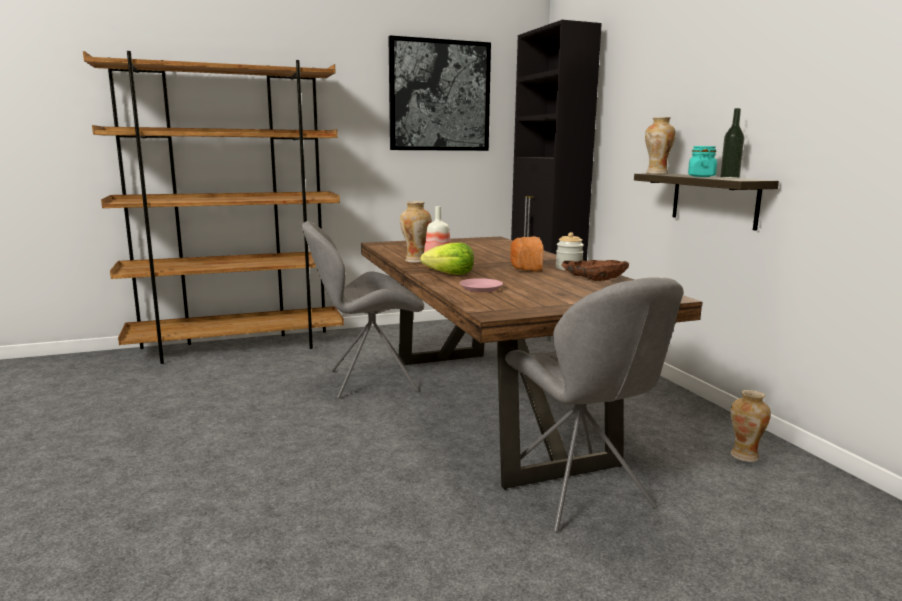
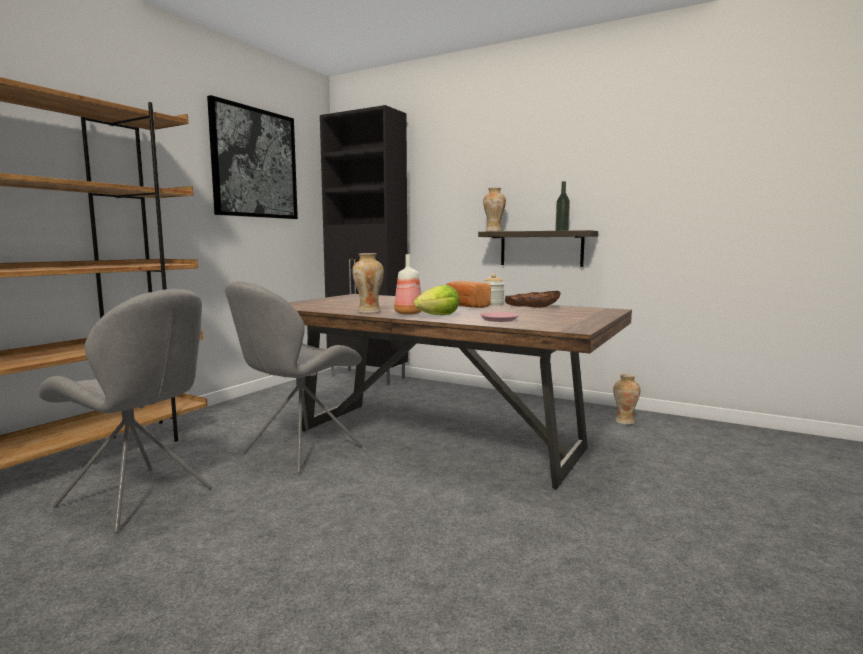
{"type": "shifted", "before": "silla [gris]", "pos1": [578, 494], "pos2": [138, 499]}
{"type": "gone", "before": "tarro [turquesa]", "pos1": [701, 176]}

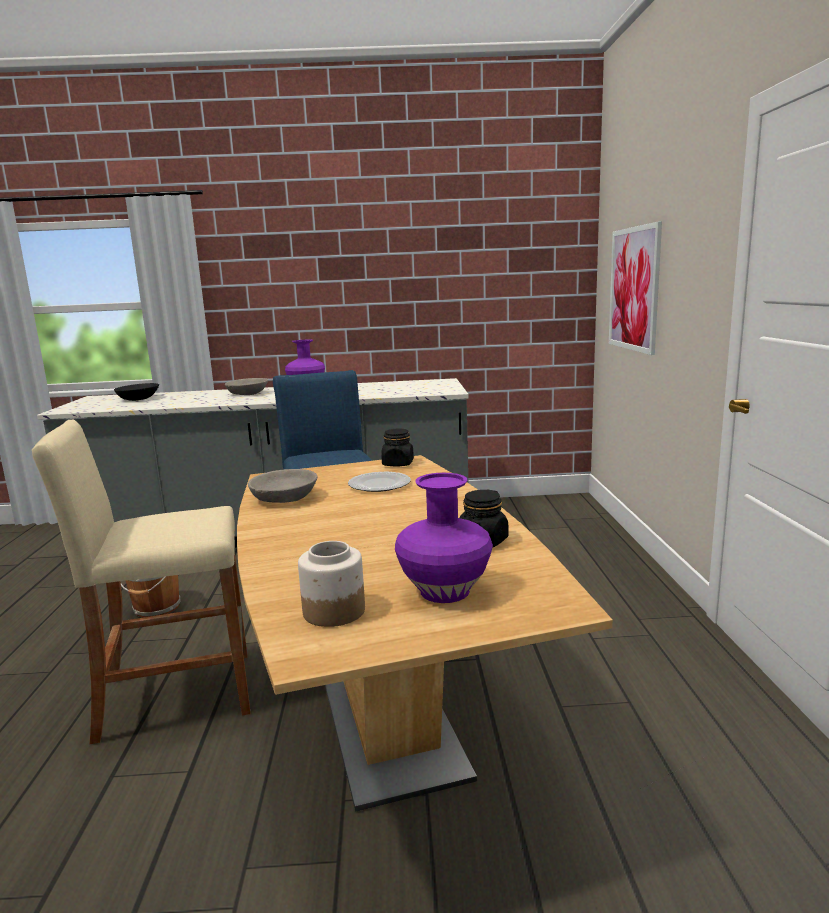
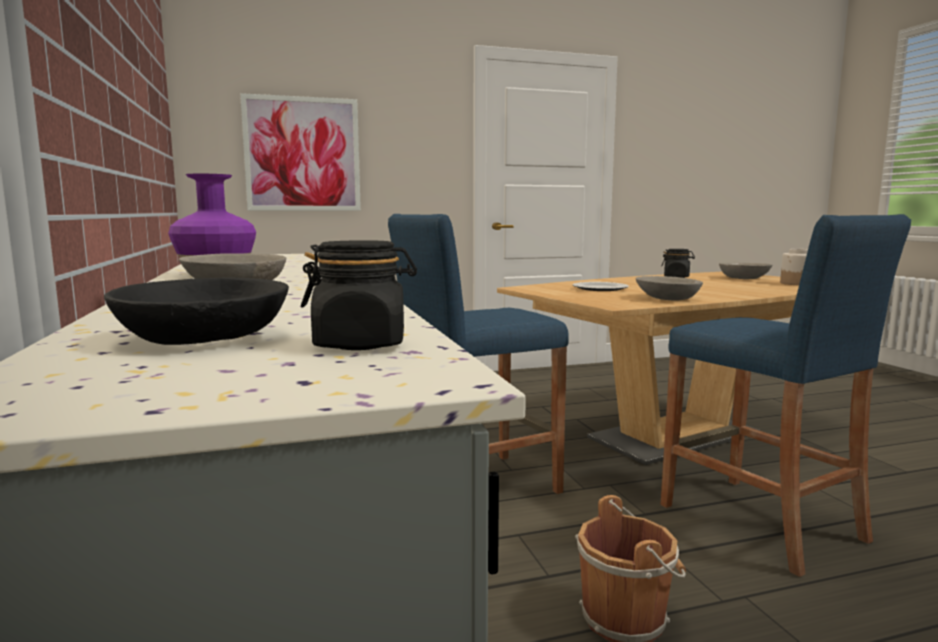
{"type": "repainted", "before": "taburete [beis]", "after": "taburete [azul]", "pos1": [177, 695], "pos2": [759, 522]}
{"type": "shifted", "before": "tarro [negro]", "pos1": [398, 464], "pos2": [361, 344]}
{"type": "swapped", "before": "florero [morado]", "after": "cuenco [gris]", "pos1": [444, 590], "pos2": [744, 278]}

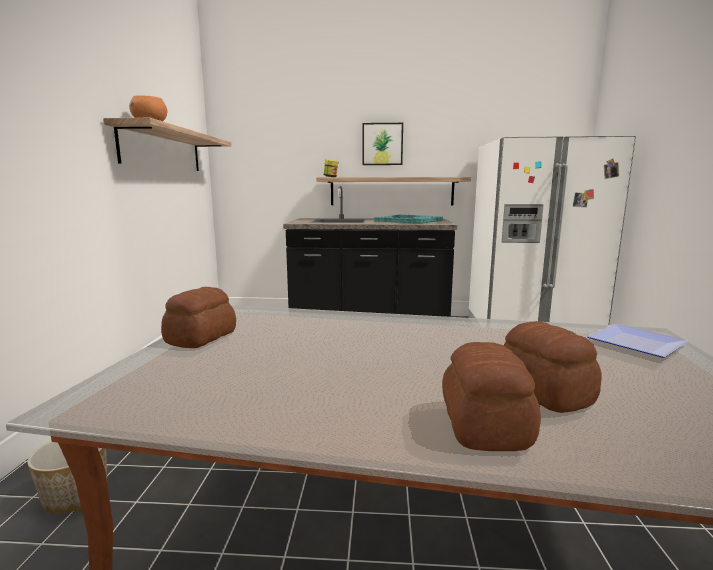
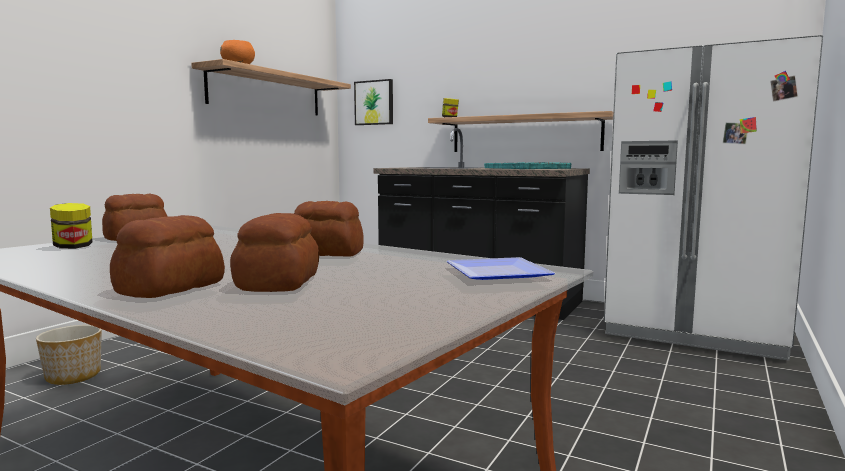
{"type": "shifted", "before": "cuadro", "pos1": [382, 144], "pos2": [374, 102]}
{"type": "new", "after": "tarro", "pos2": [73, 247]}
{"type": "new", "after": "pan", "pos2": [328, 253]}

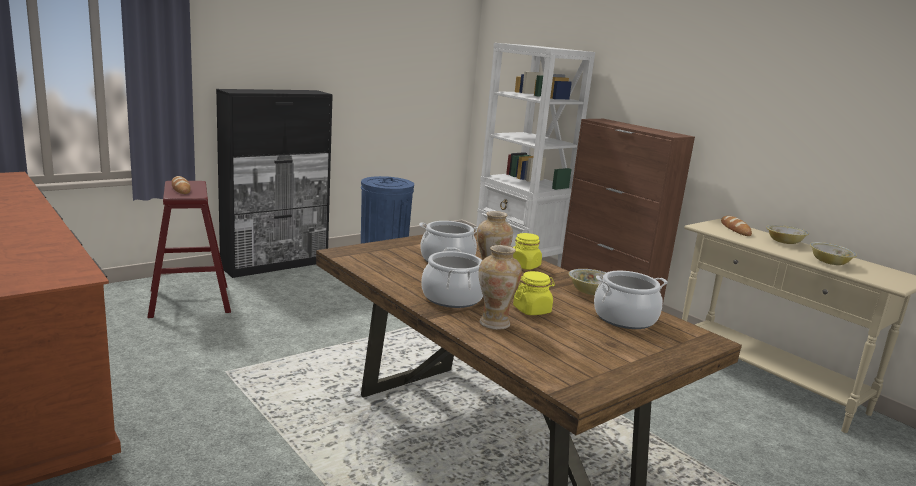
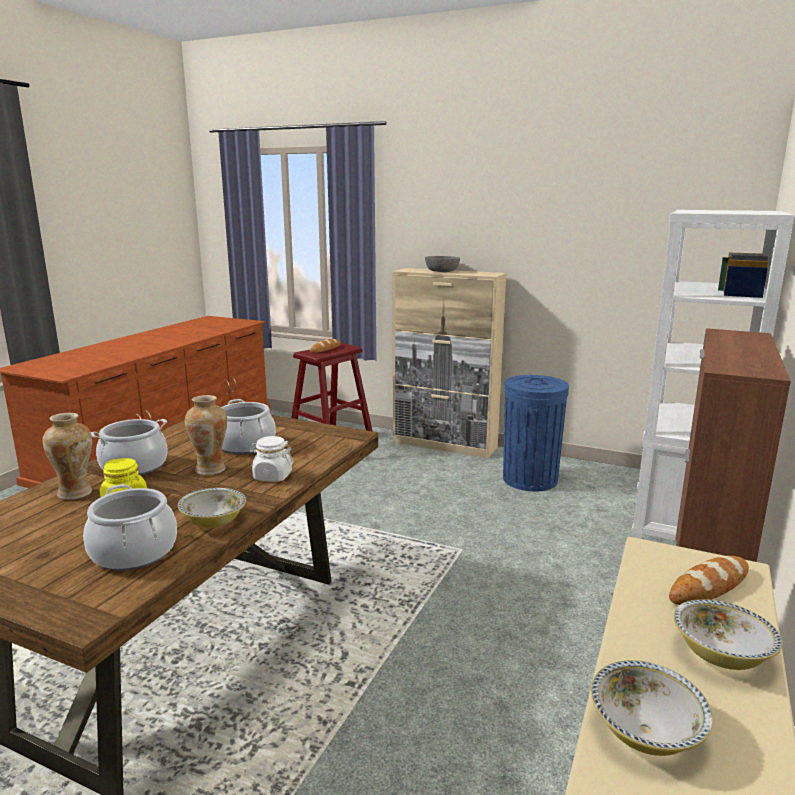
{"type": "repainted", "before": "armario [negro]", "after": "armario [beis]", "pos1": [276, 264], "pos2": [445, 444]}
{"type": "repainted", "before": "tarro [amarillo]", "after": "tarro [blanco]", "pos1": [524, 266], "pos2": [272, 476]}
{"type": "new", "after": "cuenco [gris]", "pos2": [442, 271]}

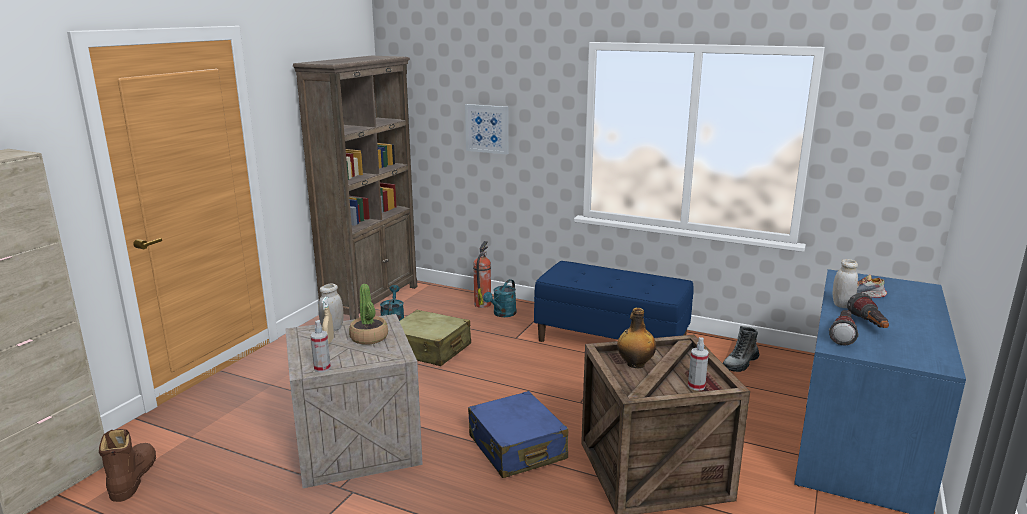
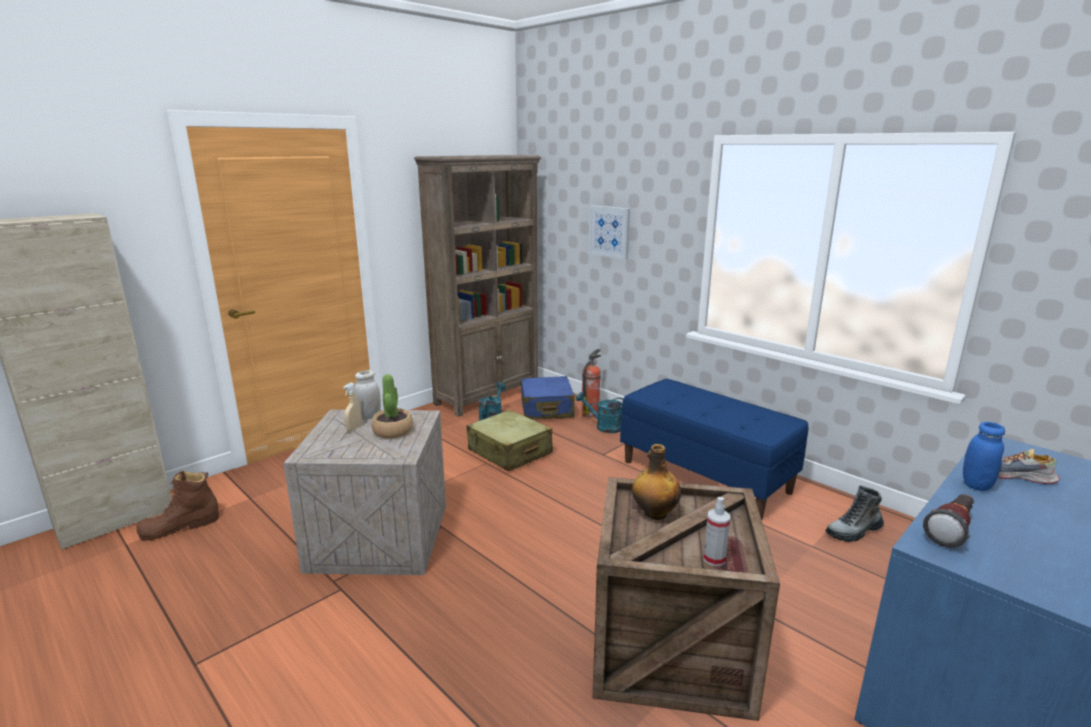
{"type": "rotated", "before": "bota [marrón]", "pos1": [133, 477], "pos2": [180, 527], "turn": -135}
{"type": "gone", "before": "pulverizador", "pos1": [322, 368]}
{"type": "shifted", "before": "maleta [azul]", "pos1": [517, 448], "pos2": [546, 409]}
{"type": "rotated", "before": "regadera [turquesa]", "pos1": [502, 314], "pos2": [604, 427], "turn": 60}
{"type": "repainted", "before": "tarro [blanco]", "after": "tarro [azul]", "pos1": [842, 305], "pos2": [976, 485]}
{"type": "gone", "before": "linterna", "pos1": [869, 325]}

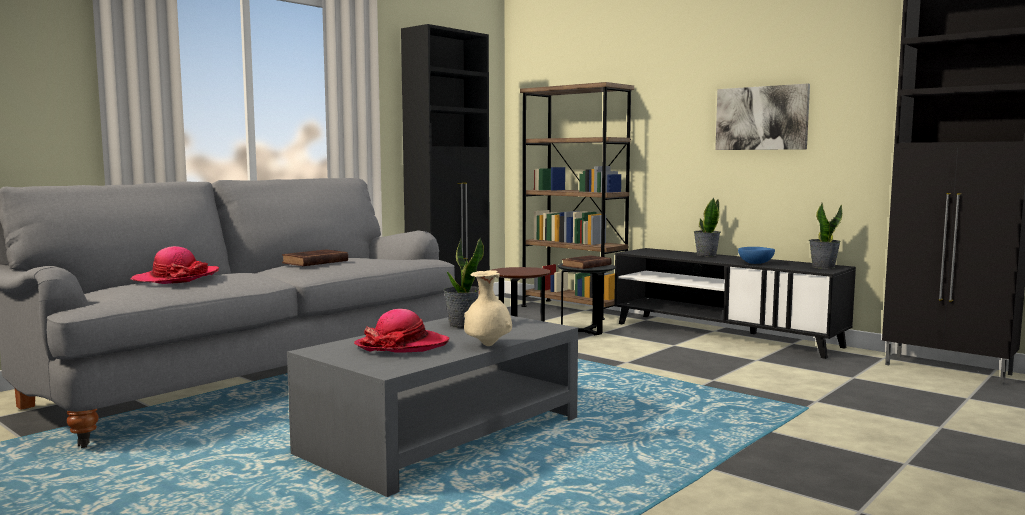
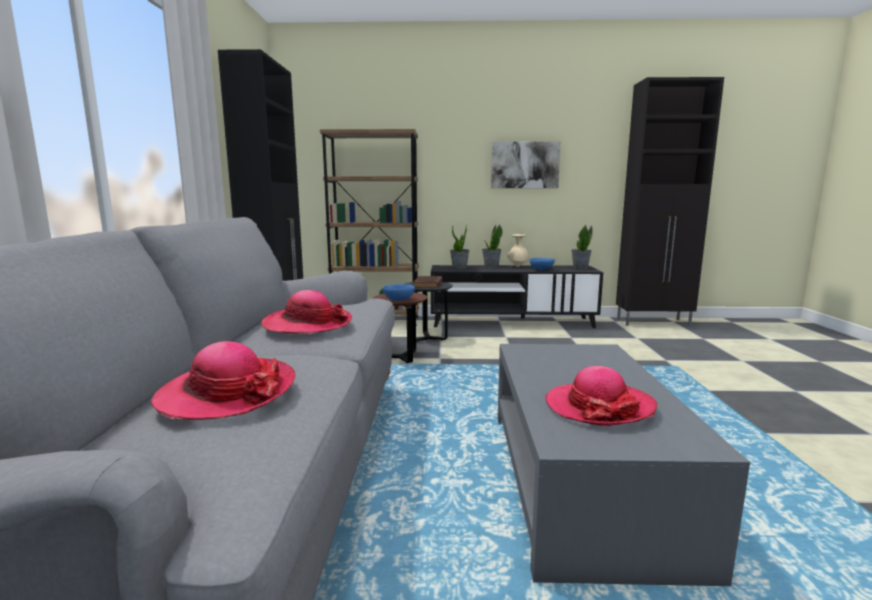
{"type": "swapped", "before": "libro [marrón]", "after": "sombrero", "pos1": [314, 262], "pos2": [307, 324]}
{"type": "shifted", "before": "planta en maceta", "pos1": [463, 325], "pos2": [459, 268]}
{"type": "shifted", "before": "florero [beis]", "pos1": [487, 345], "pos2": [517, 266]}
{"type": "new", "after": "cuenco [azul]", "pos2": [399, 300]}

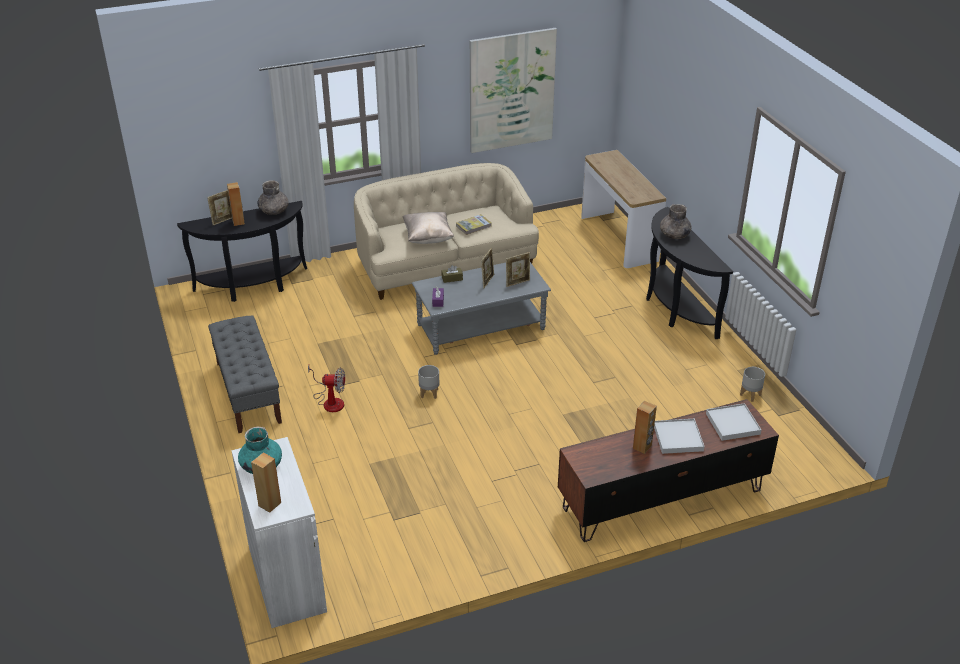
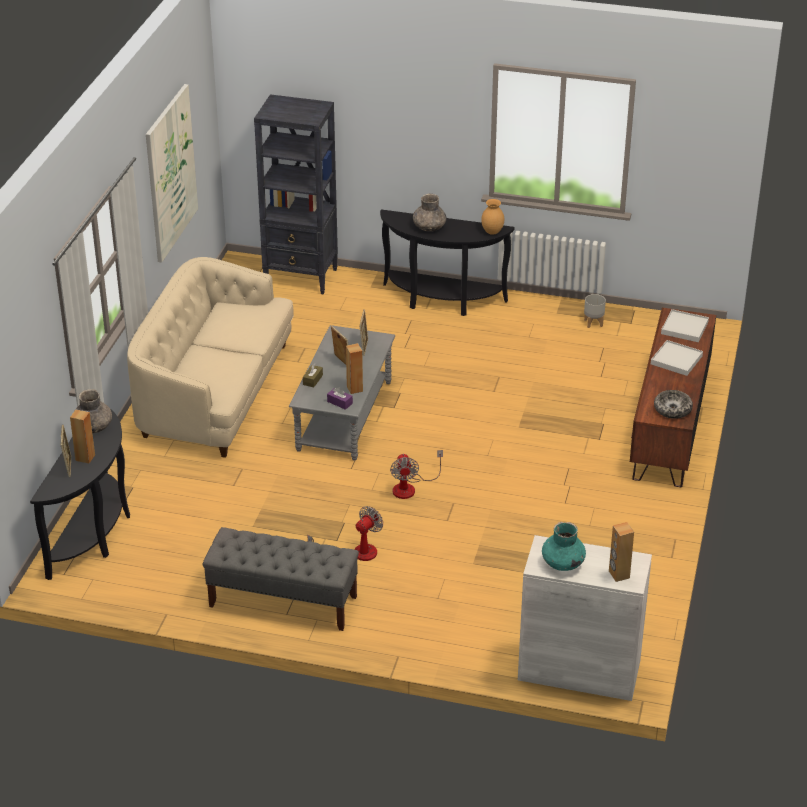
{"type": "gone", "before": "cojín [beis]", "pos1": [428, 238]}
{"type": "swapped", "before": "maceta [gris]", "after": "ventilador", "pos1": [429, 393], "pos2": [410, 487]}
{"type": "gone", "before": "libro", "pos1": [473, 226]}
{"type": "swapped", "before": "mesa consola", "after": "estantería [negro]", "pos1": [618, 239], "pos2": [301, 278]}
{"type": "shifted", "before": "altavoz [marrón]", "pos1": [642, 447], "pos2": [355, 388]}
{"type": "new", "after": "florero [marrón]", "pos2": [492, 232]}
{"type": "new", "after": "cuenco", "pos2": [672, 409]}

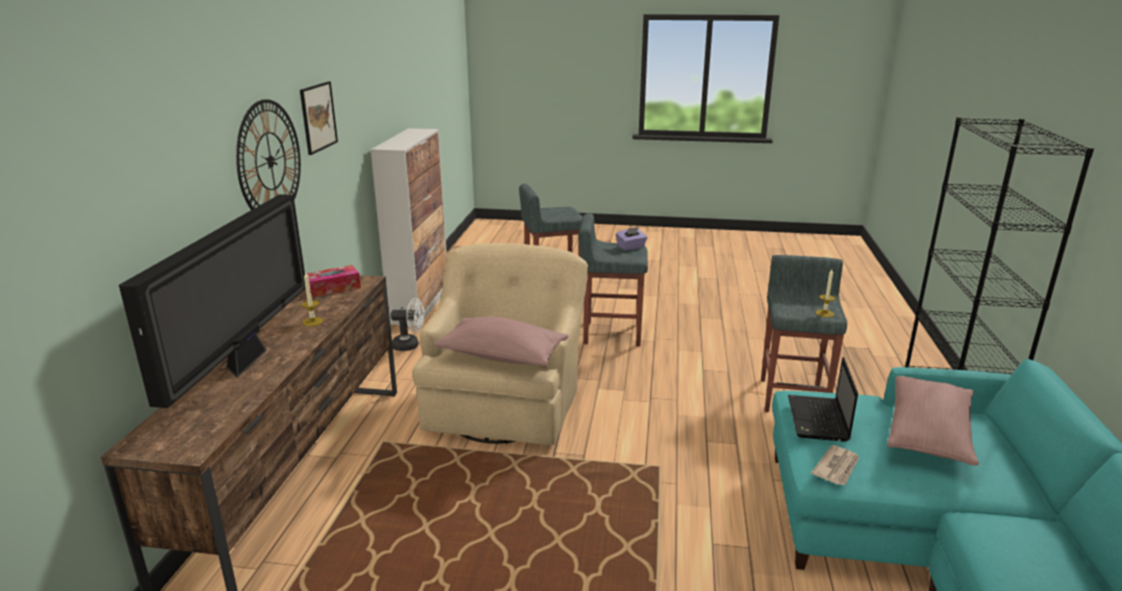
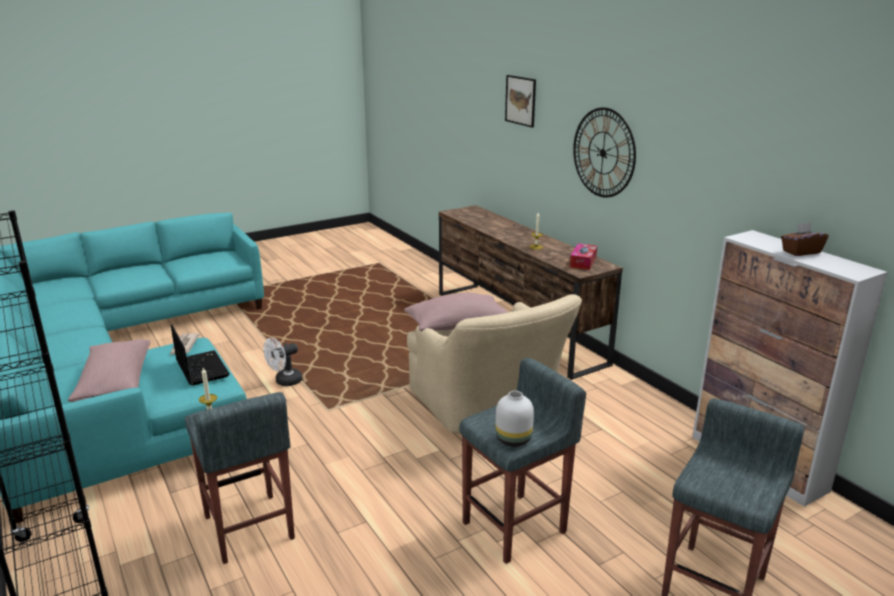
{"type": "gone", "before": "televisor", "pos1": [247, 360]}
{"type": "shifted", "before": "cuadro", "pos1": [318, 117], "pos2": [520, 100]}
{"type": "shifted", "before": "ventilador [blanco]", "pos1": [410, 345], "pos2": [284, 382]}
{"type": "swapped", "before": "caja de pañuelos [morado]", "after": "florero [blanco]", "pos1": [631, 247], "pos2": [514, 440]}
{"type": "new", "after": "caja de pañuelos [marrón]", "pos2": [801, 252]}

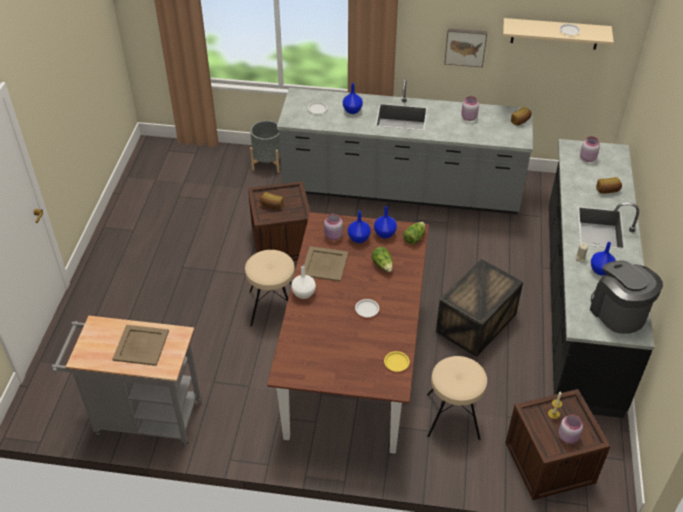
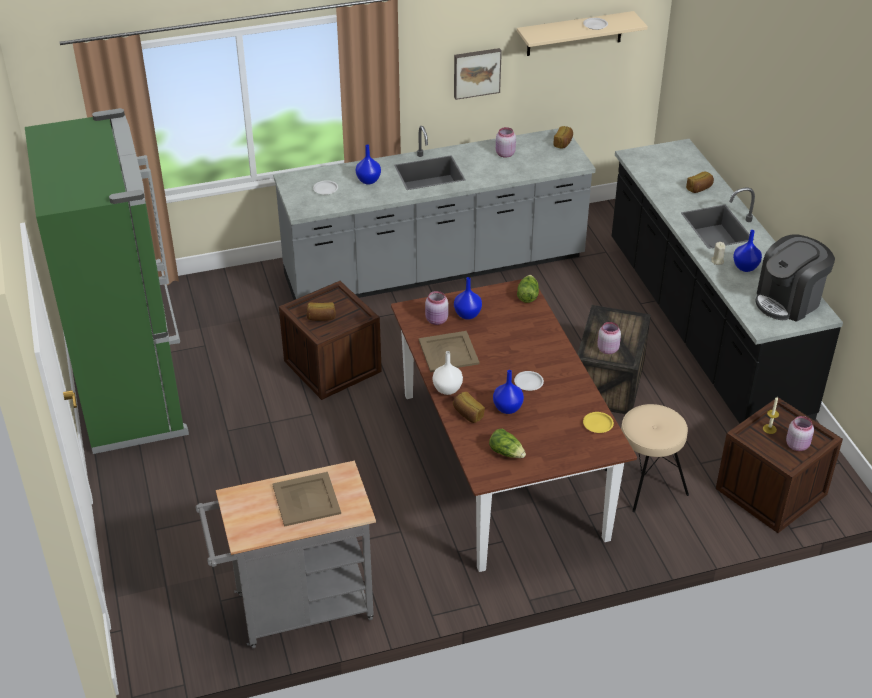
{"type": "gone", "before": "taburete [beis]", "pos1": [273, 307]}
{"type": "gone", "before": "maceta [gris]", "pos1": [268, 162]}
{"type": "shifted", "before": "lechuga", "pos1": [383, 265], "pos2": [506, 452]}
{"type": "shifted", "before": "florero [azul]", "pos1": [384, 234], "pos2": [507, 408]}
{"type": "shifted", "before": "tarro [rosa]", "pos1": [587, 158], "pos2": [607, 349]}
{"type": "rotated", "before": "cafetera", "pos1": [618, 312], "pos2": [788, 301], "turn": -75}
{"type": "new", "after": "nevera [verde]", "pos2": [134, 396]}
{"type": "new", "after": "pan", "pos2": [467, 414]}

